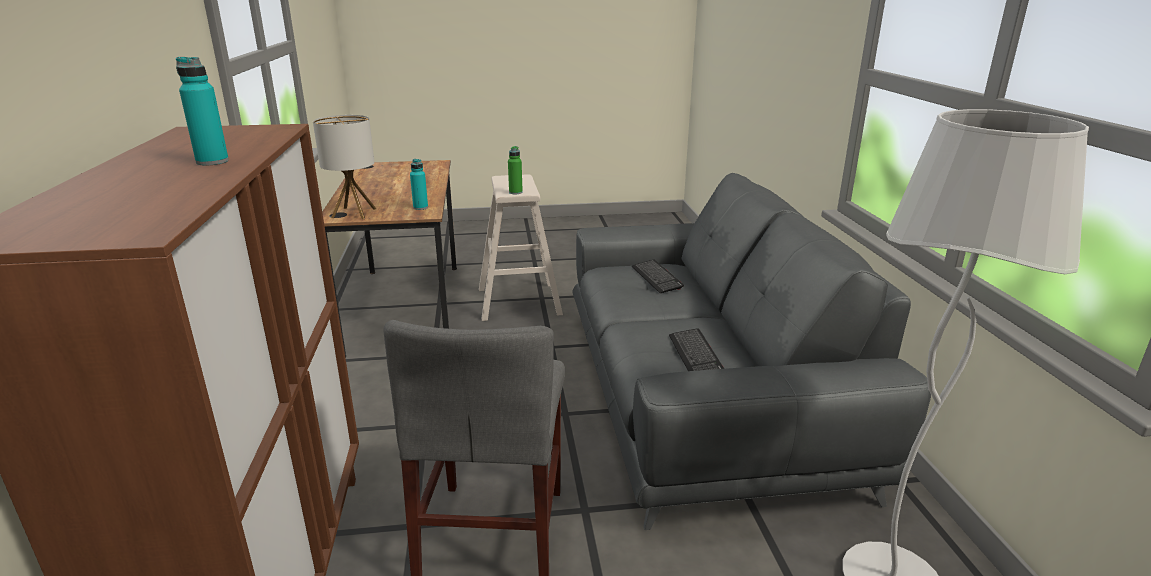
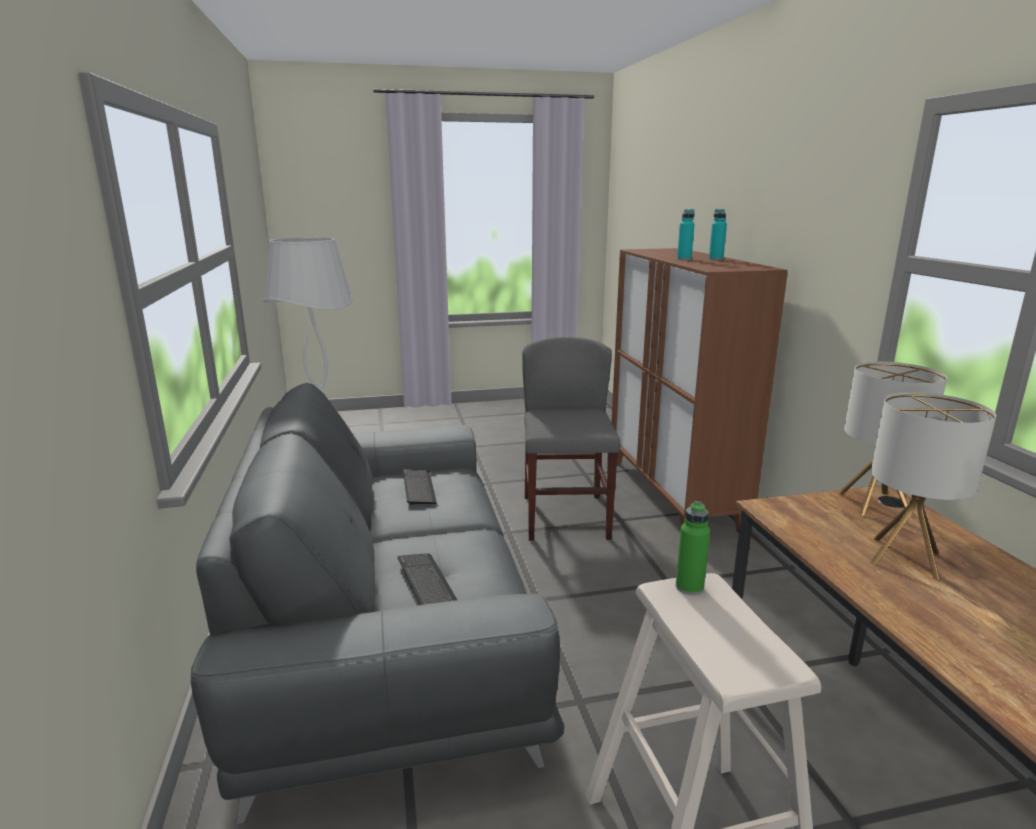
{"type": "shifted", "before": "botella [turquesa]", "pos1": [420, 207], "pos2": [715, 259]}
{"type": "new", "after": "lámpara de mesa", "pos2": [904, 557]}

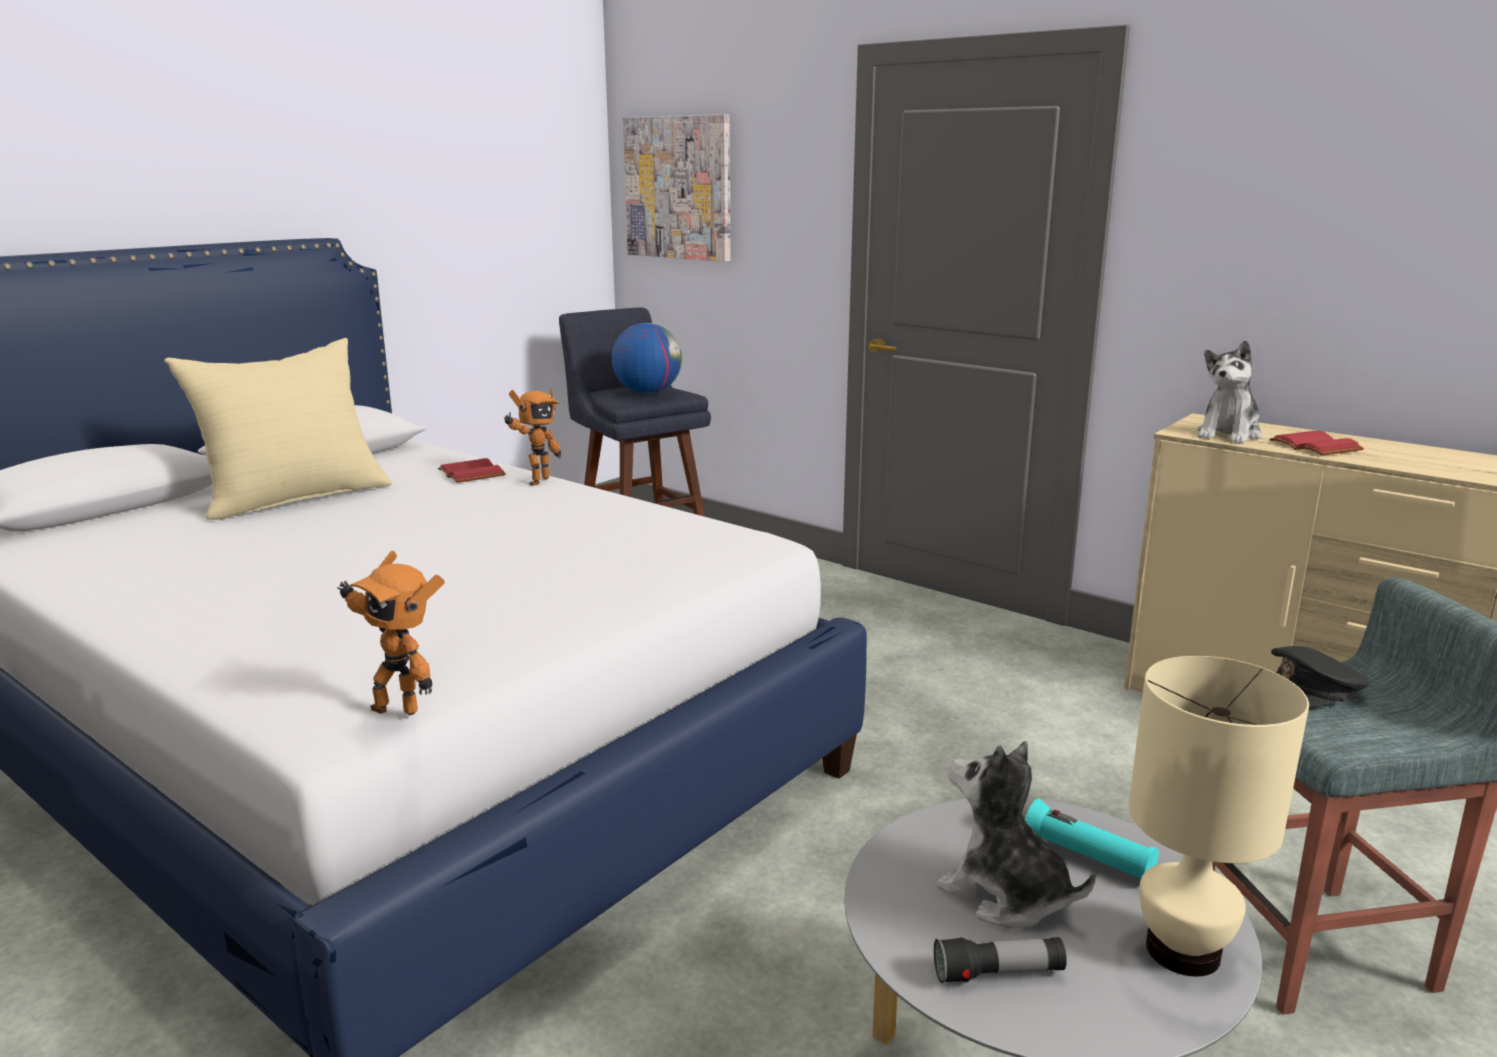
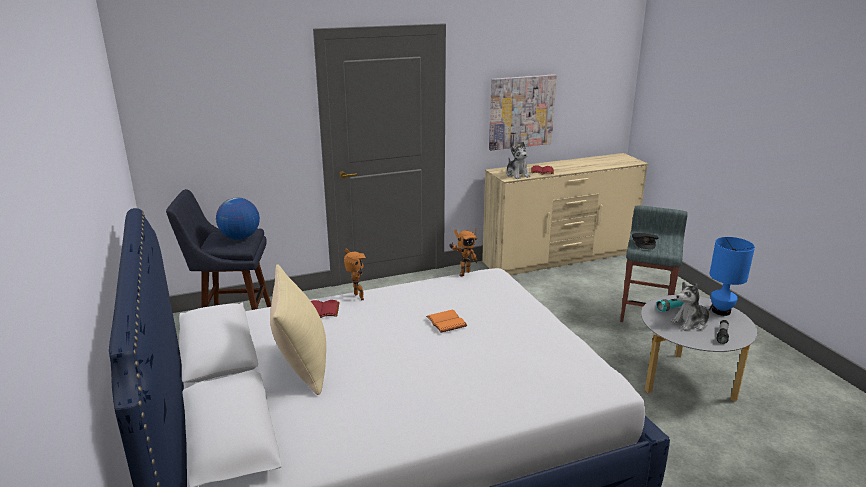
{"type": "shifted", "before": "robot de juguete", "pos1": [398, 708], "pos2": [463, 273]}
{"type": "shifted", "before": "cuadro", "pos1": [678, 188], "pos2": [521, 112]}
{"type": "repainted", "before": "lámpara de mesa [beis]", "after": "lámpara de mesa [azul]", "pos1": [1184, 951], "pos2": [721, 311]}
{"type": "new", "after": "libro [naranja]", "pos2": [447, 322]}

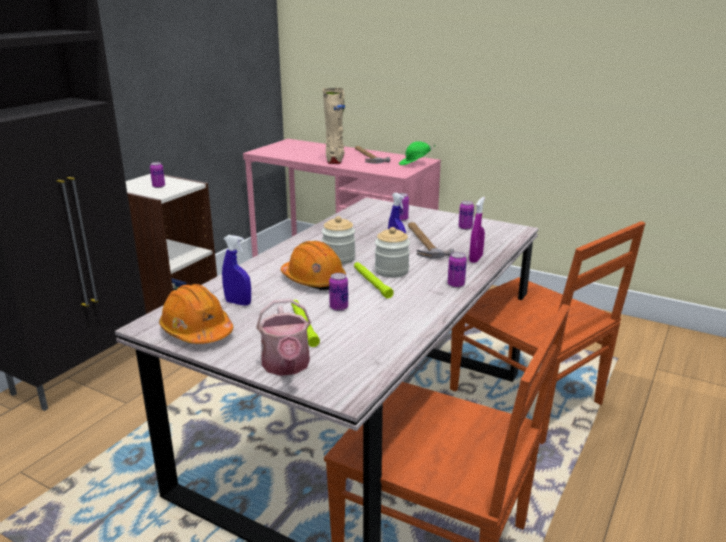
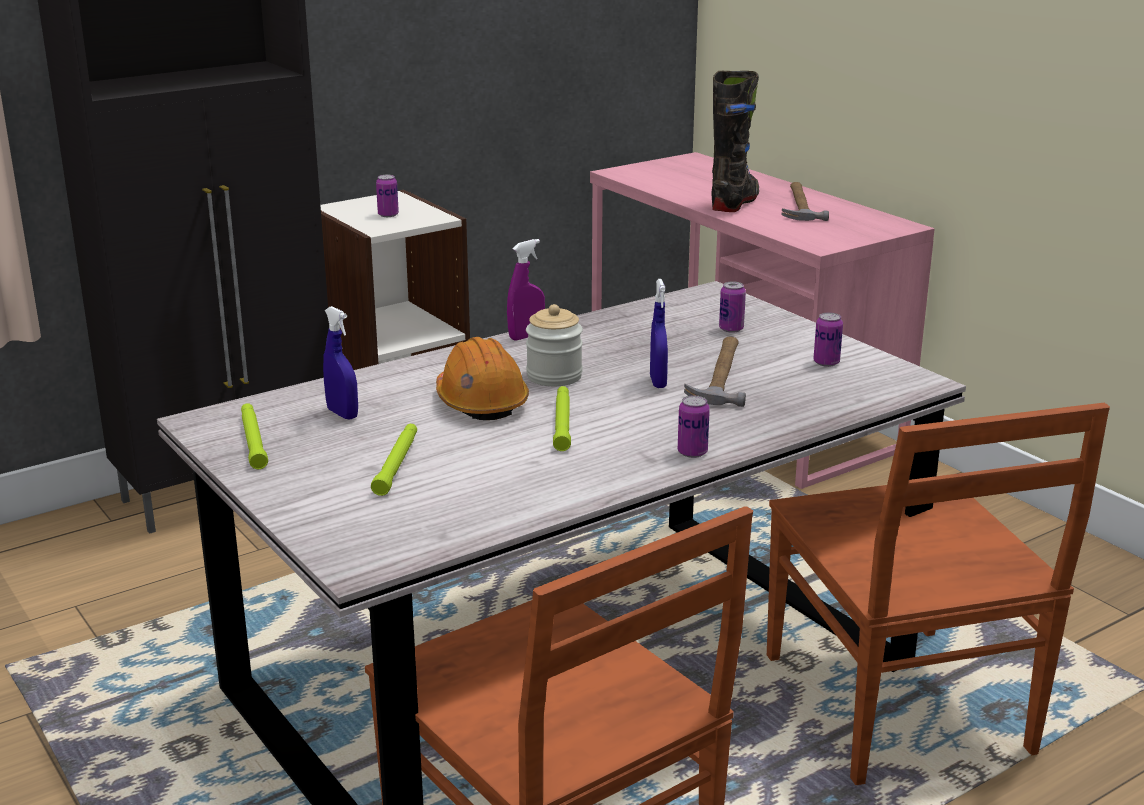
{"type": "swapped", "before": "casco [naranja]", "after": "linterna [verde]", "pos1": [197, 331], "pos2": [253, 440]}
{"type": "gone", "before": "regadera", "pos1": [286, 366]}
{"type": "repainted", "before": "bota [beis]", "after": "bota [negro]", "pos1": [335, 159], "pos2": [735, 203]}
{"type": "gone", "before": "lata", "pos1": [339, 307]}
{"type": "gone", "before": "tarro", "pos1": [391, 271]}
{"type": "gone", "before": "gorra [verde]", "pos1": [415, 164]}
{"type": "shifted", "before": "pulverizador [morado]", "pos1": [475, 259], "pos2": [526, 336]}

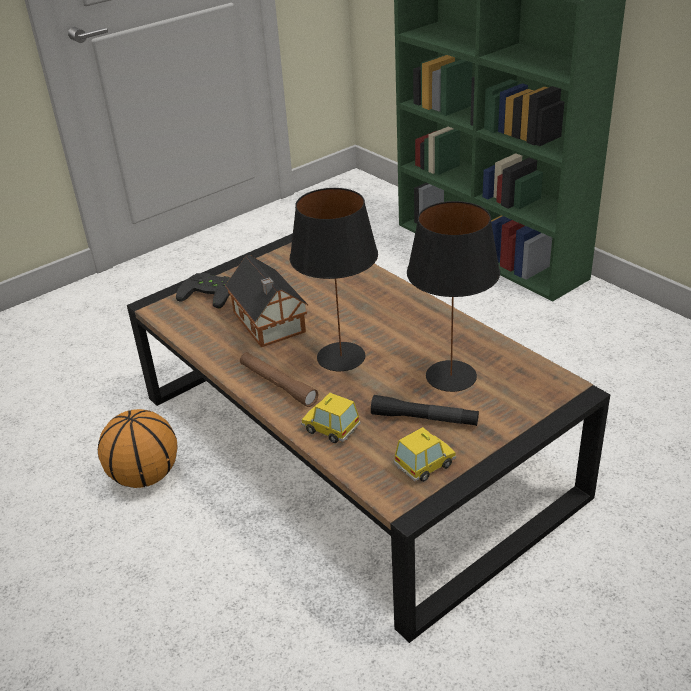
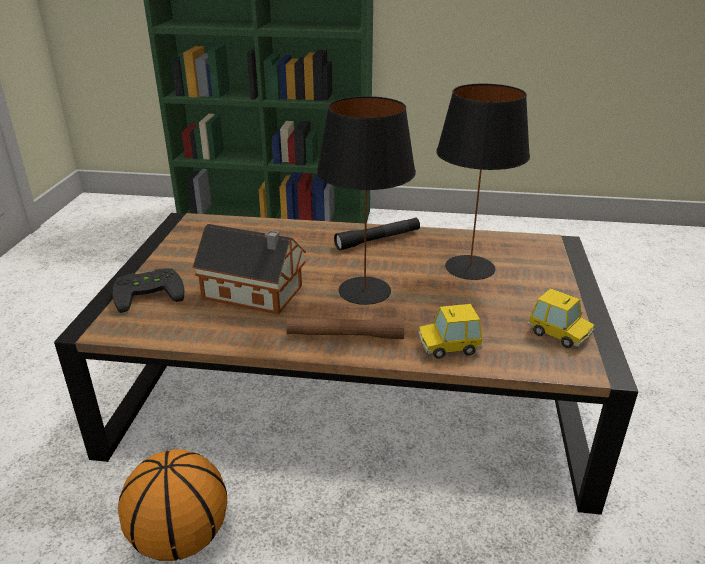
{"type": "shifted", "before": "linterna [negro]", "pos1": [424, 418], "pos2": [378, 240]}
{"type": "rotated", "before": "coche de juguete", "pos1": [425, 464], "pos2": [559, 333], "turn": 120}

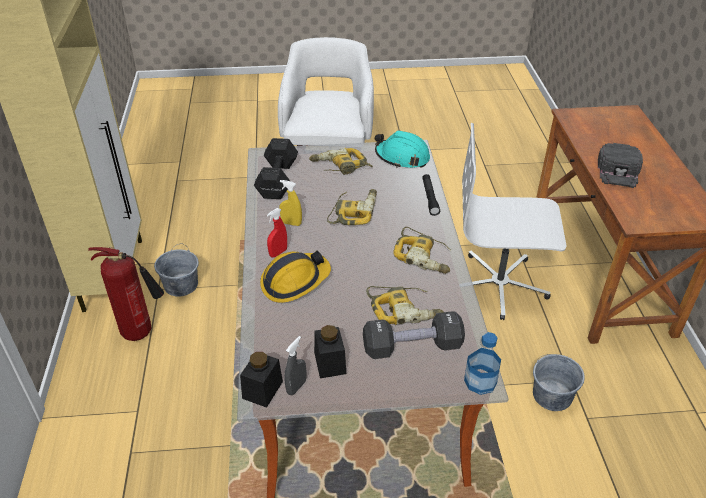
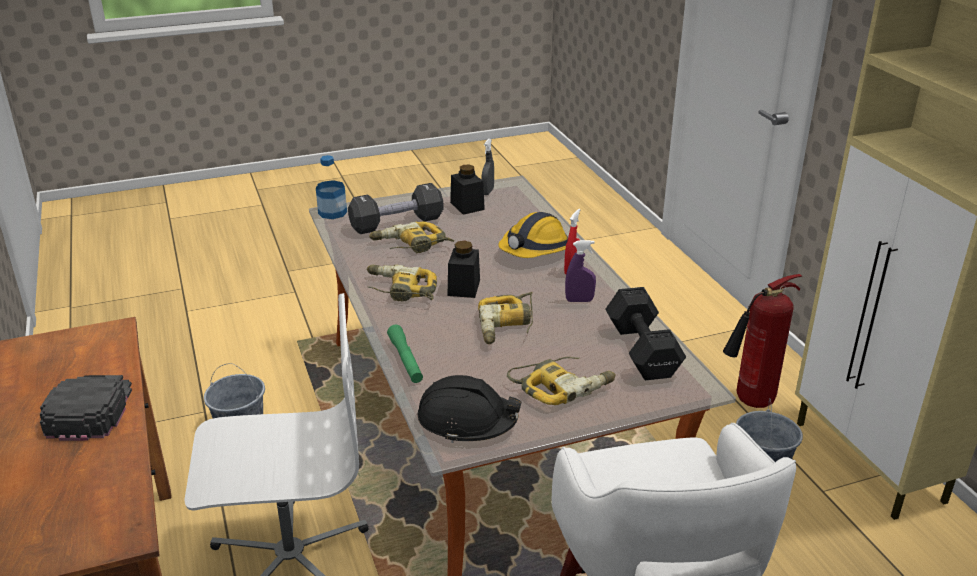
{"type": "shifted", "before": "tarro [negro]", "pos1": [262, 390], "pos2": [464, 287]}
{"type": "repainted", "before": "pulverizador [amarillo]", "after": "pulverizador [morado]", "pos1": [291, 223], "pos2": [579, 300]}
{"type": "repainted", "before": "casco [turquesa]", "after": "casco [negro]", "pos1": [402, 157], "pos2": [467, 421]}
{"type": "repainted", "before": "linterna [negro]", "after": "linterna [verde]", "pos1": [430, 198], "pos2": [405, 360]}

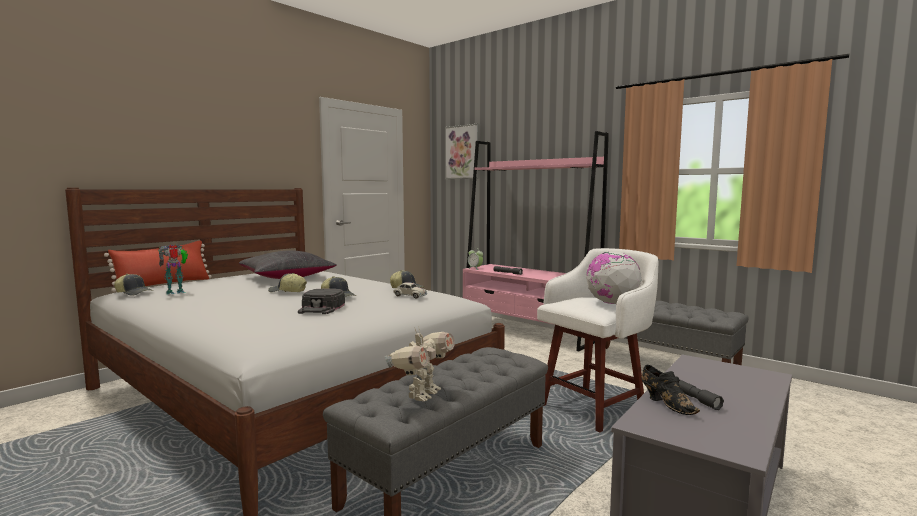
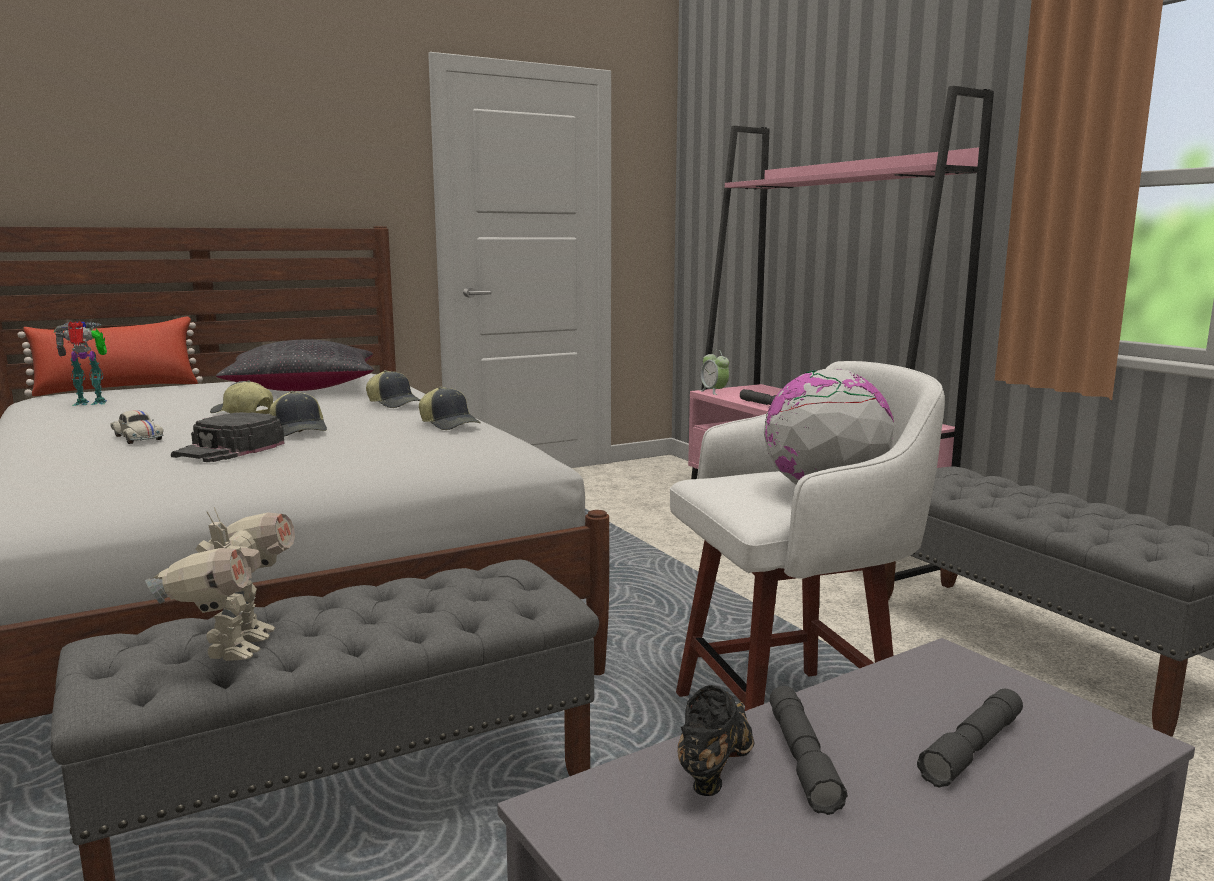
{"type": "shifted", "before": "gorra", "pos1": [134, 293], "pos2": [395, 404]}
{"type": "rotated", "before": "robot de juguete", "pos1": [422, 395], "pos2": [236, 647], "turn": -45}
{"type": "shifted", "before": "coche de juguete [blanco]", "pos1": [410, 296], "pos2": [138, 438]}
{"type": "gone", "before": "cuadro", "pos1": [463, 152]}
{"type": "rotated", "before": "zapato [negro]", "pos1": [666, 404], "pos2": [714, 768], "turn": -150}
{"type": "new", "after": "linterna [gris]", "pos2": [972, 748]}

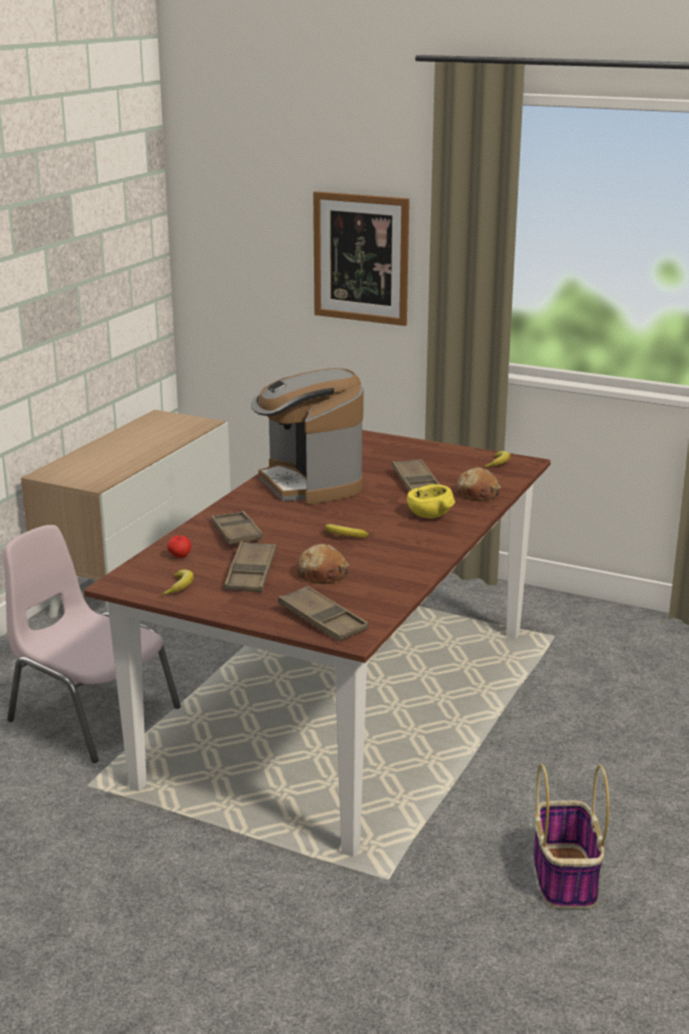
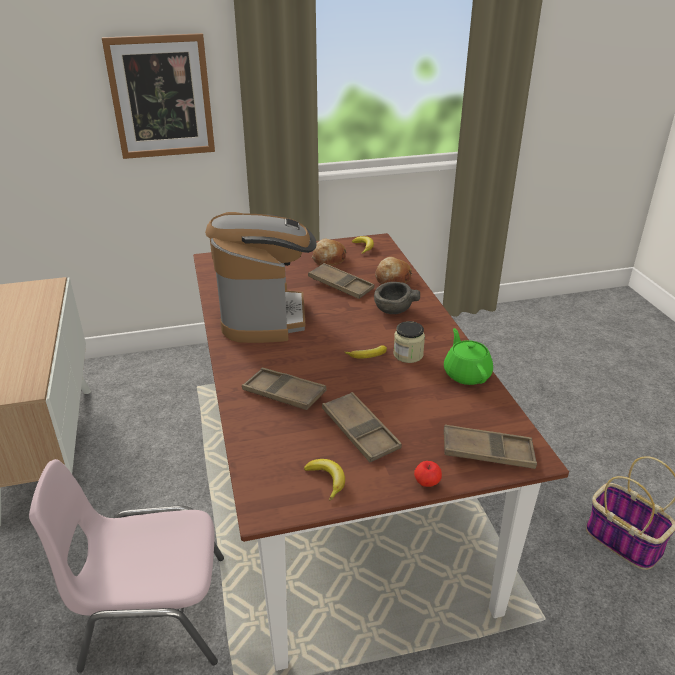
{"type": "shifted", "before": "manzana", "pos1": [179, 556], "pos2": [426, 483]}
{"type": "rotated", "before": "cafetera", "pos1": [310, 484], "pos2": [264, 316], "turn": -120}
{"type": "shifted", "before": "pan", "pos1": [322, 574], "pos2": [328, 259]}
{"type": "repainted", "before": "cuenco [amarillo]", "after": "cuenco [gris]", "pos1": [429, 515], "pos2": [393, 310]}
{"type": "new", "after": "tarro", "pos2": [408, 355]}
{"type": "new", "after": "tetera [verde]", "pos2": [466, 374]}

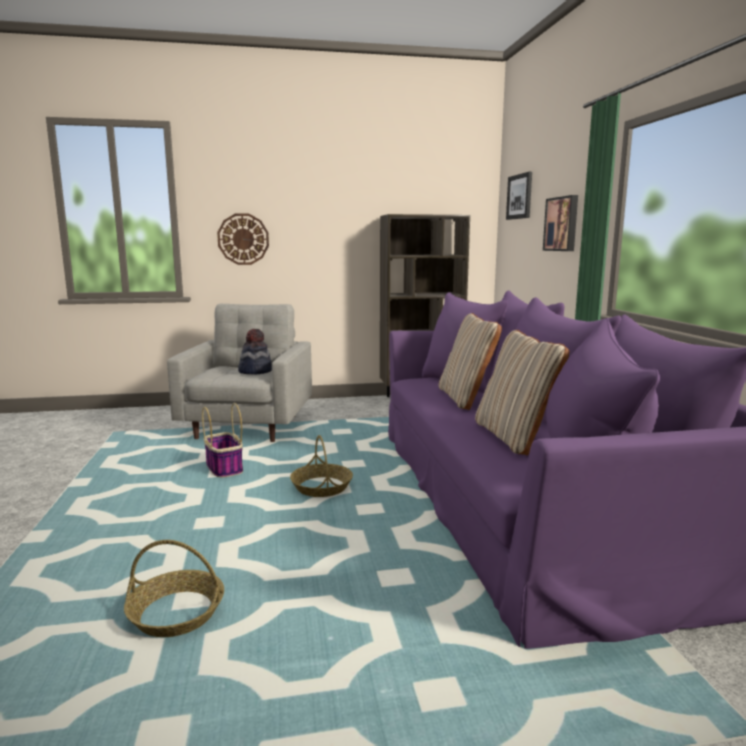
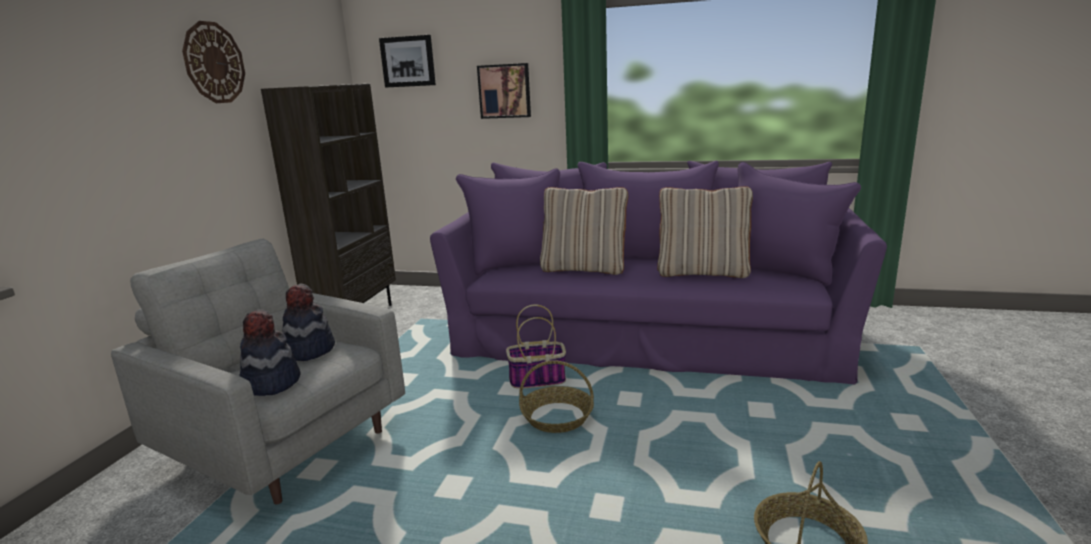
{"type": "shifted", "before": "cesta", "pos1": [224, 468], "pos2": [536, 380]}
{"type": "shifted", "before": "reloj de pared", "pos1": [243, 239], "pos2": [214, 63]}
{"type": "new", "after": "sombrero", "pos2": [271, 383]}

